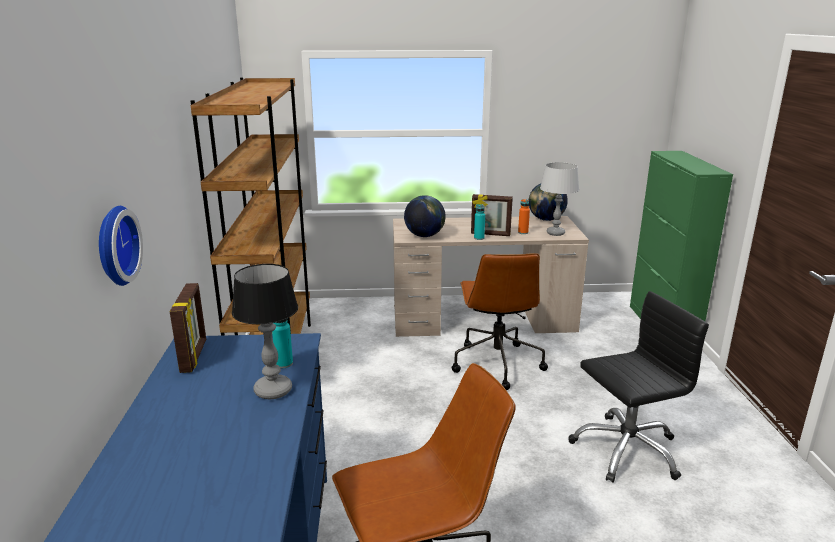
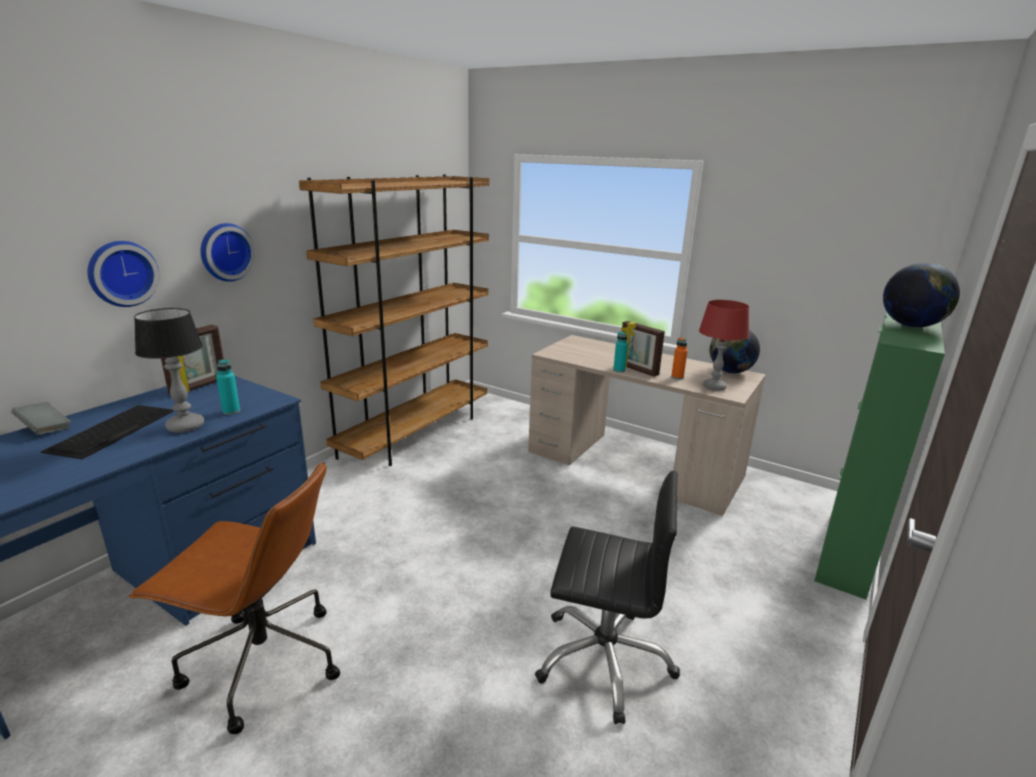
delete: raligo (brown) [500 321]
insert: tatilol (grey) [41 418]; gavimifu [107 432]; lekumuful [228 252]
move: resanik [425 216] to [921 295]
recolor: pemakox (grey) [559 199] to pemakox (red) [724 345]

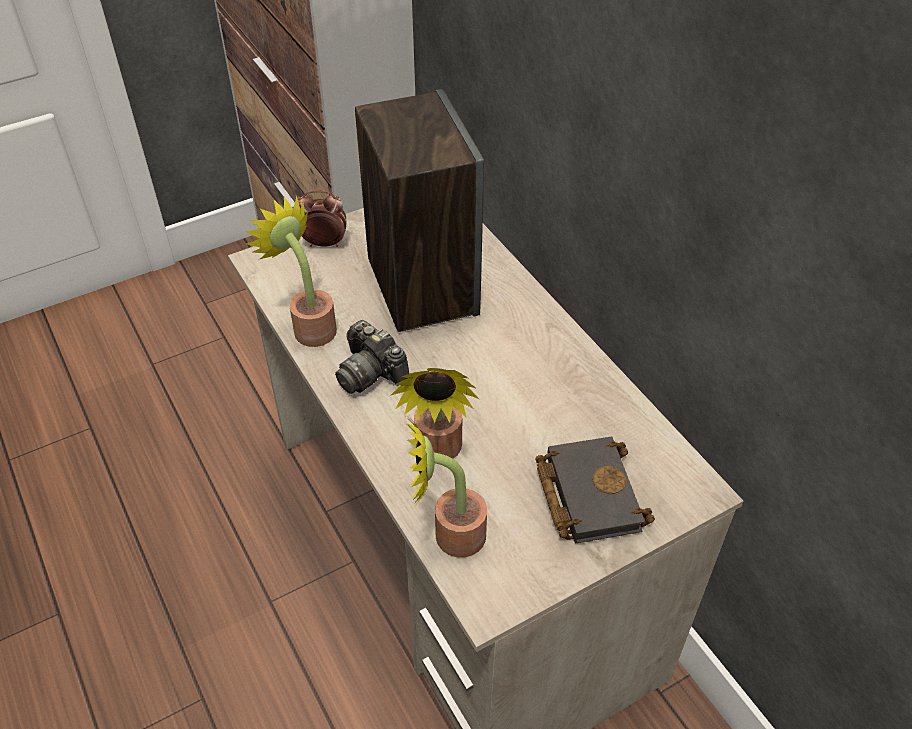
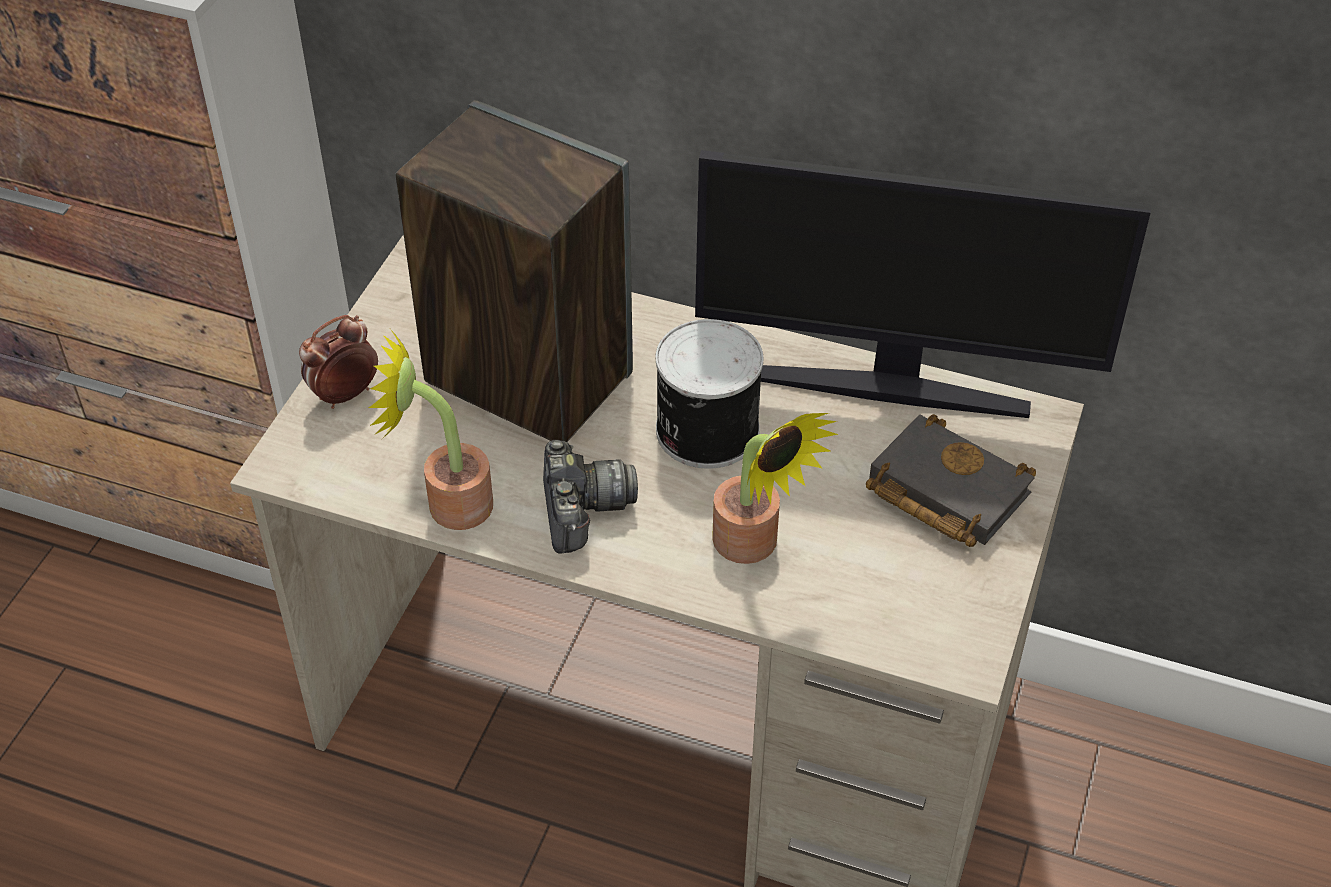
delete: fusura [446 487]
insert: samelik [709 394]; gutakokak [923 284]
rotate: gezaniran [372 357] = [590 497] 105 degrees counterclockwise

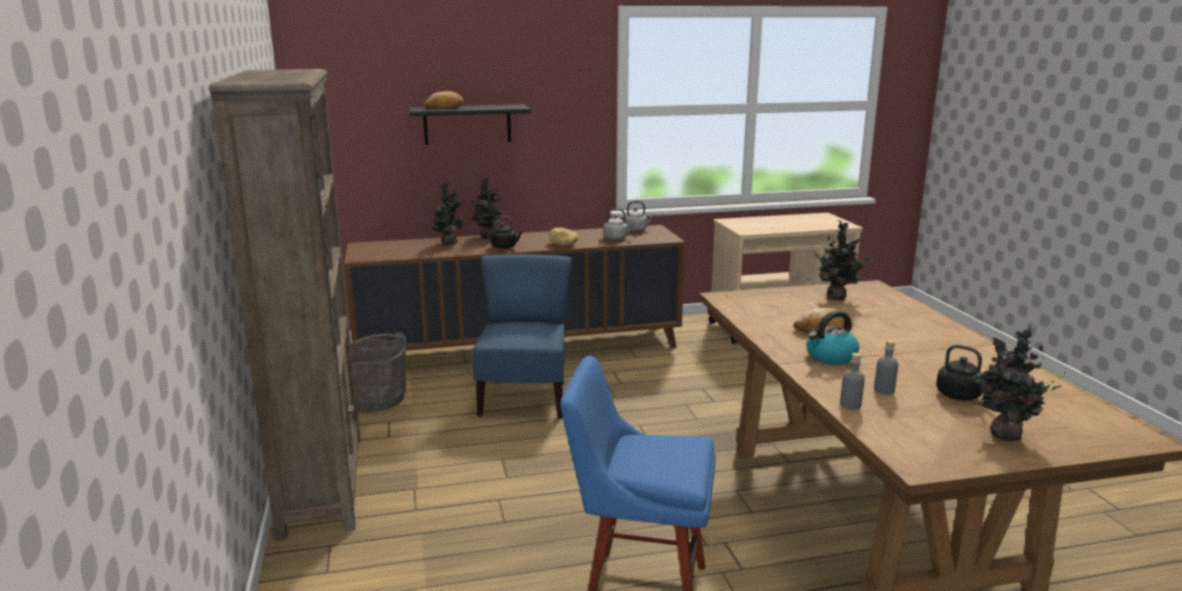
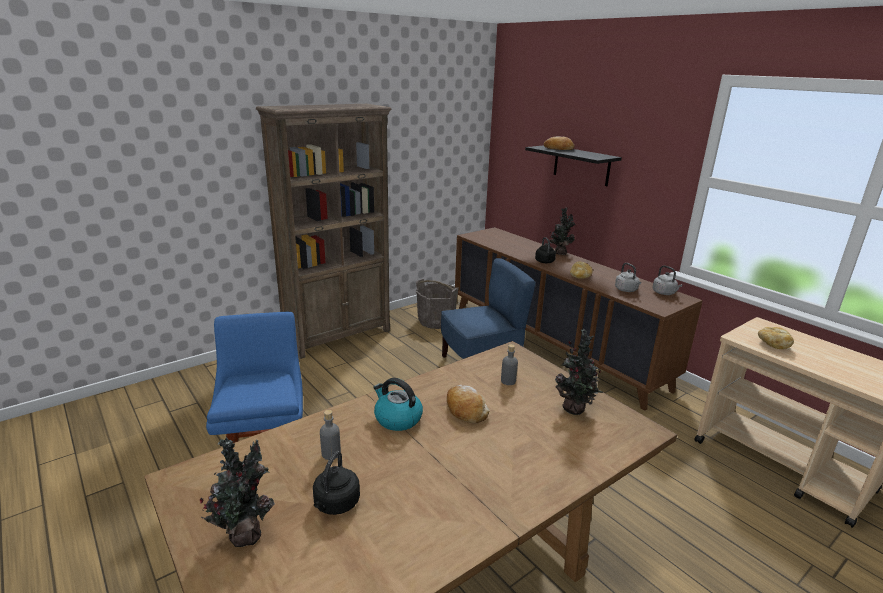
delete: fusura [447 213]
insert: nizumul [776 338]
move: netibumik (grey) [852 381] to [509 364]

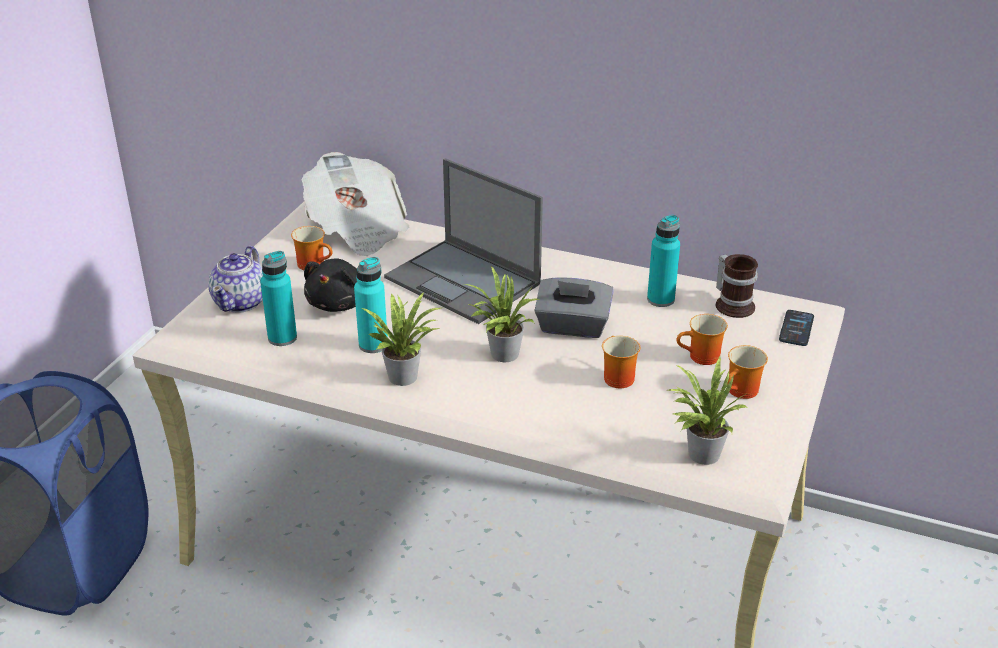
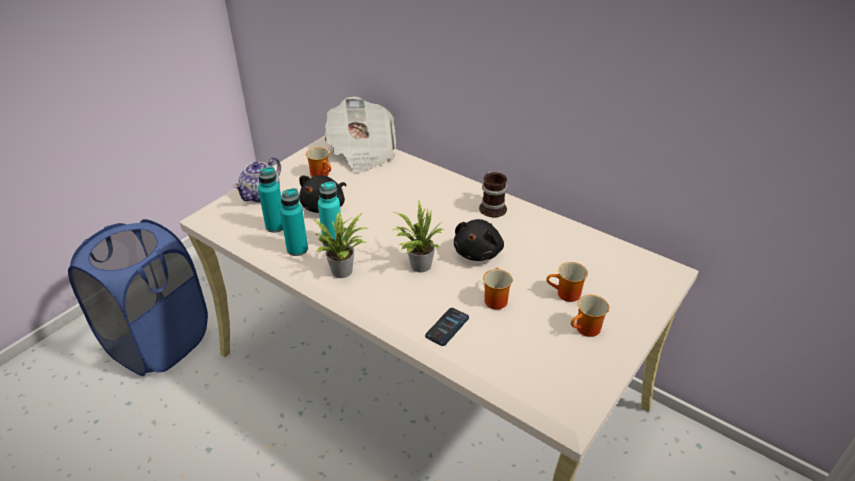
delete: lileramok [463 241]; fusura [708 410]
move: netibumik (turquoise) [663 261] to [294 222]; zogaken [737 286] to [493 194]; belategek [796 328] to [447 327]
replace: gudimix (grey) [574 308] to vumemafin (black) [479 240]

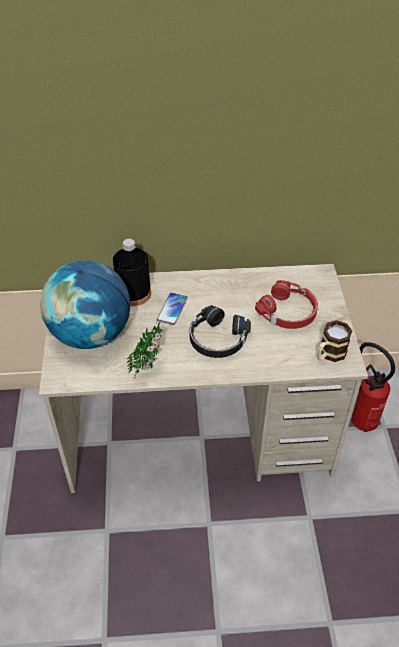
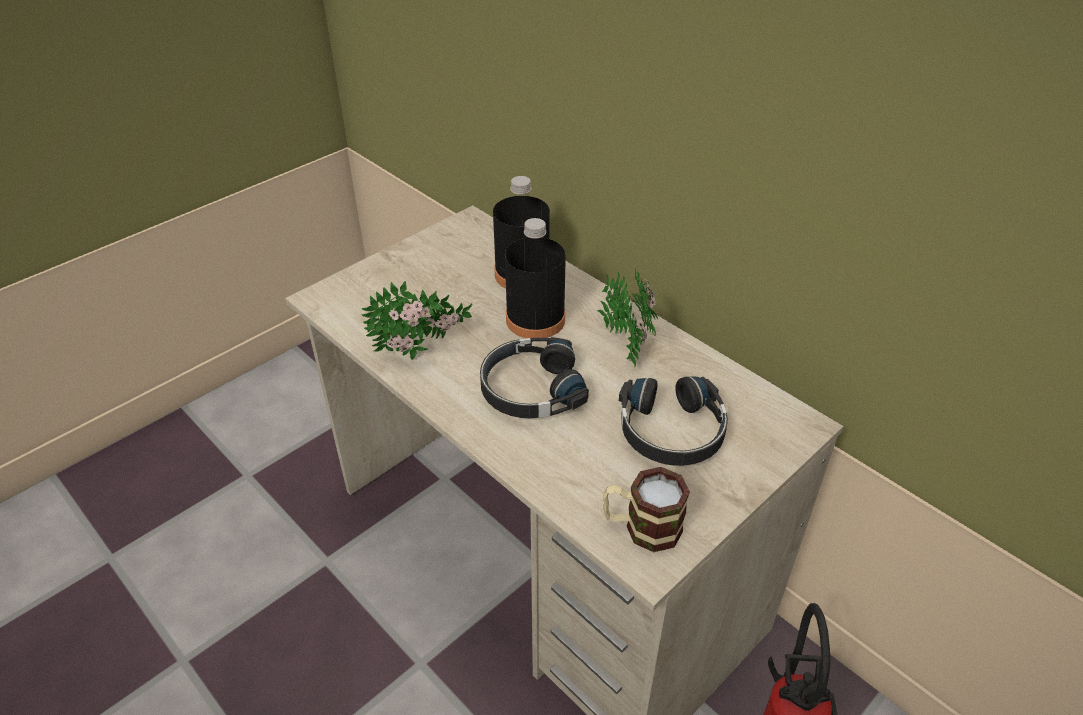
delete: resanik [85 304]
insert: fusura [627 317]
replace: belategek [172 309] to netibumik (black) [535 278]
recolor: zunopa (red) [286 304] to zunopa (black) [673 421]

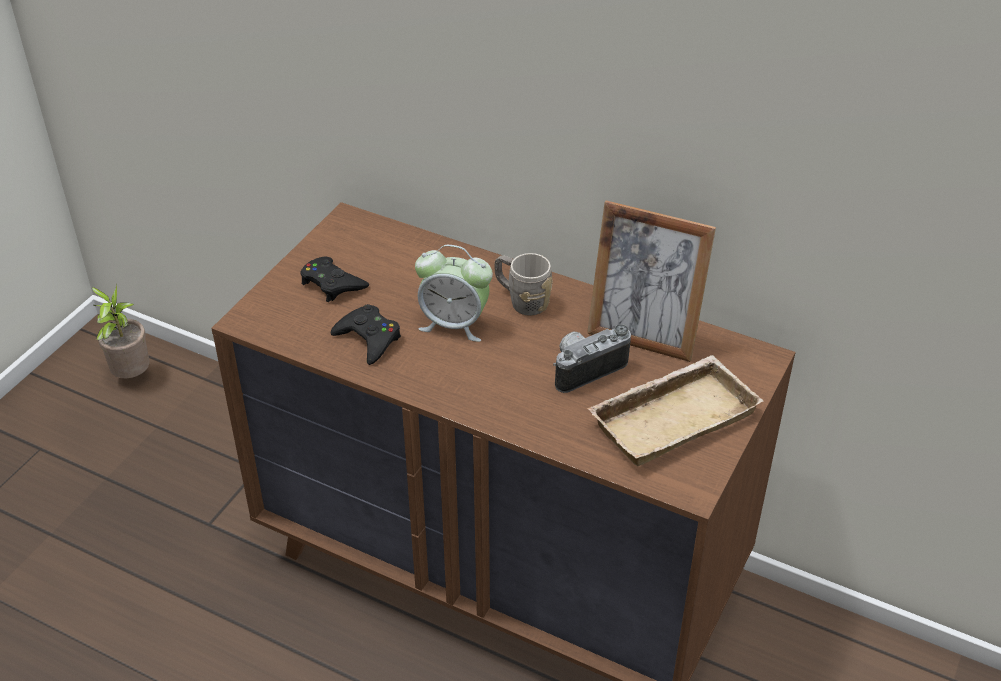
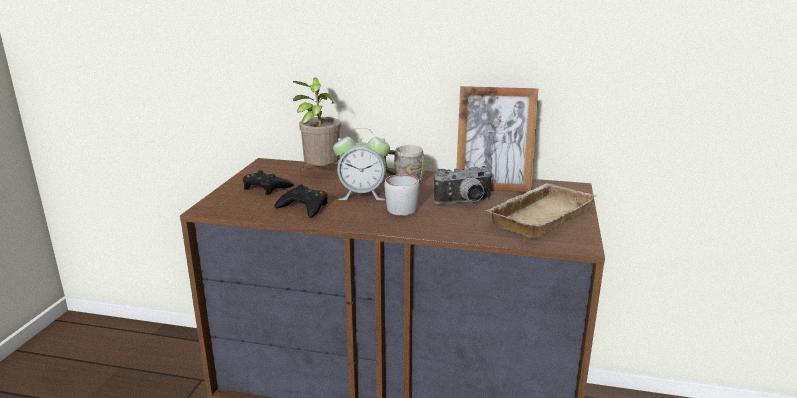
insert: zogaken (grey) [402 195]
move: fusura [121 331] to [317 123]
rotate: gezaniran [592 358] = [463 185] 150 degrees counterclockwise

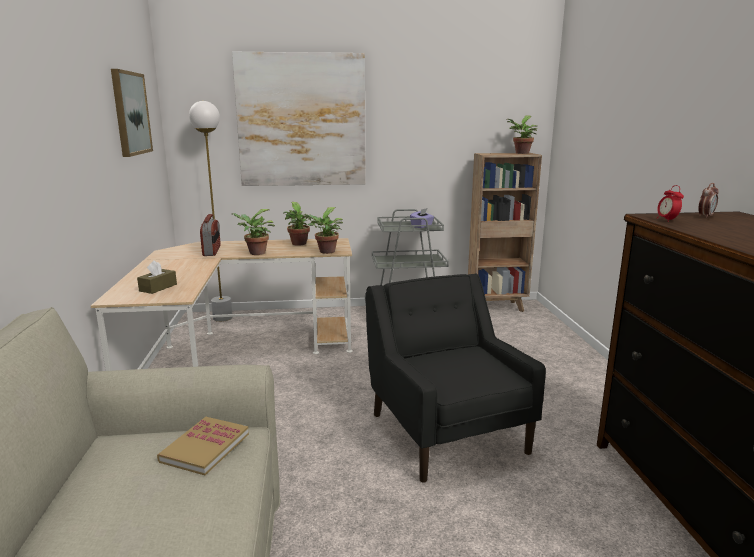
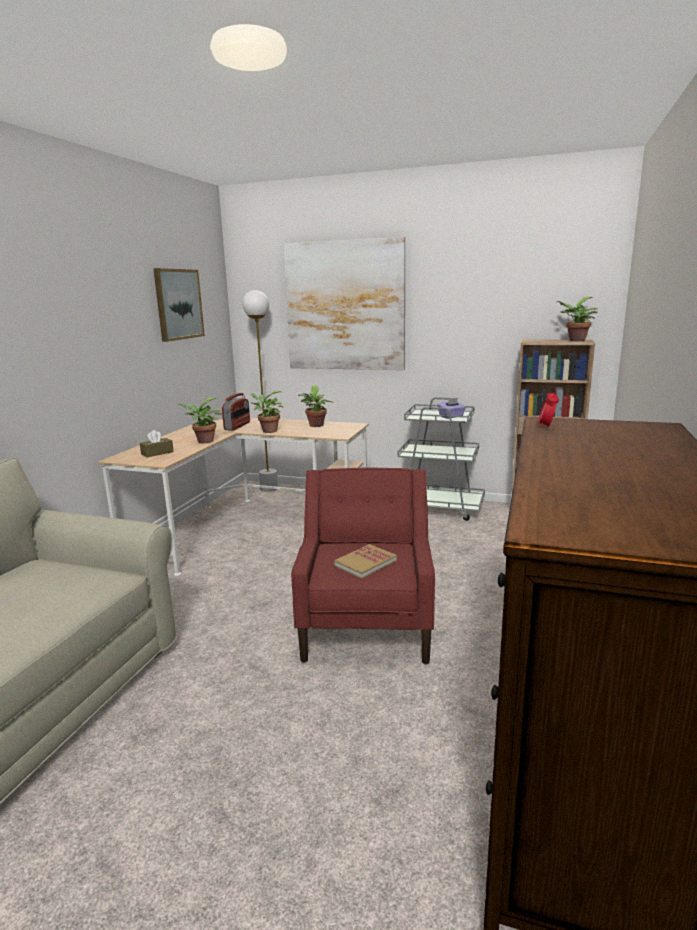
delete: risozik [708 200]
move: tatilol [203 446] to [365 561]; fusura [323 230] to [201 420]
recolor: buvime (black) [455 378] to buvime (red) [363 565]

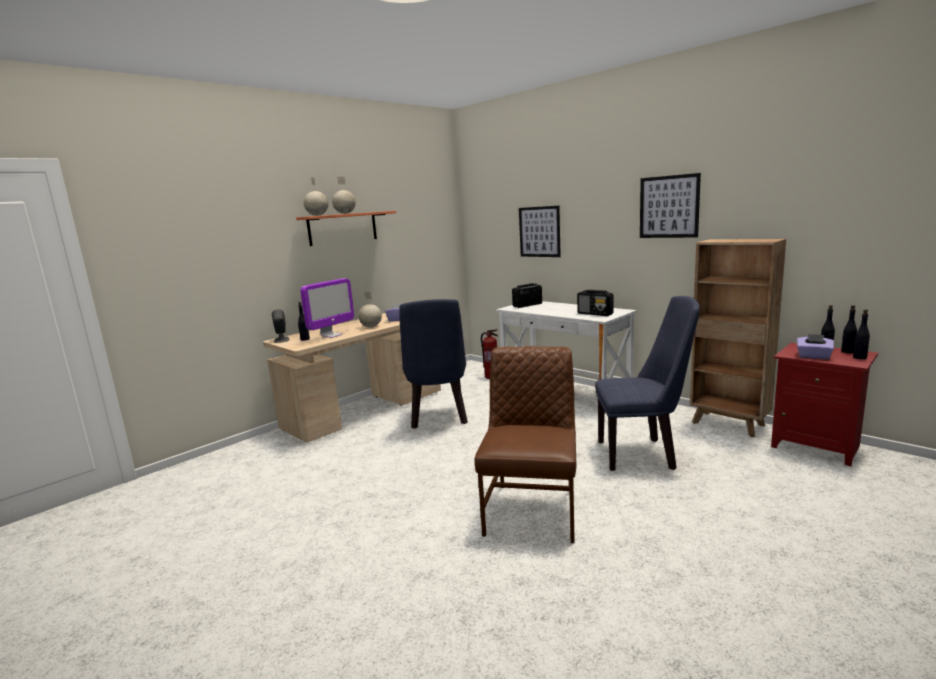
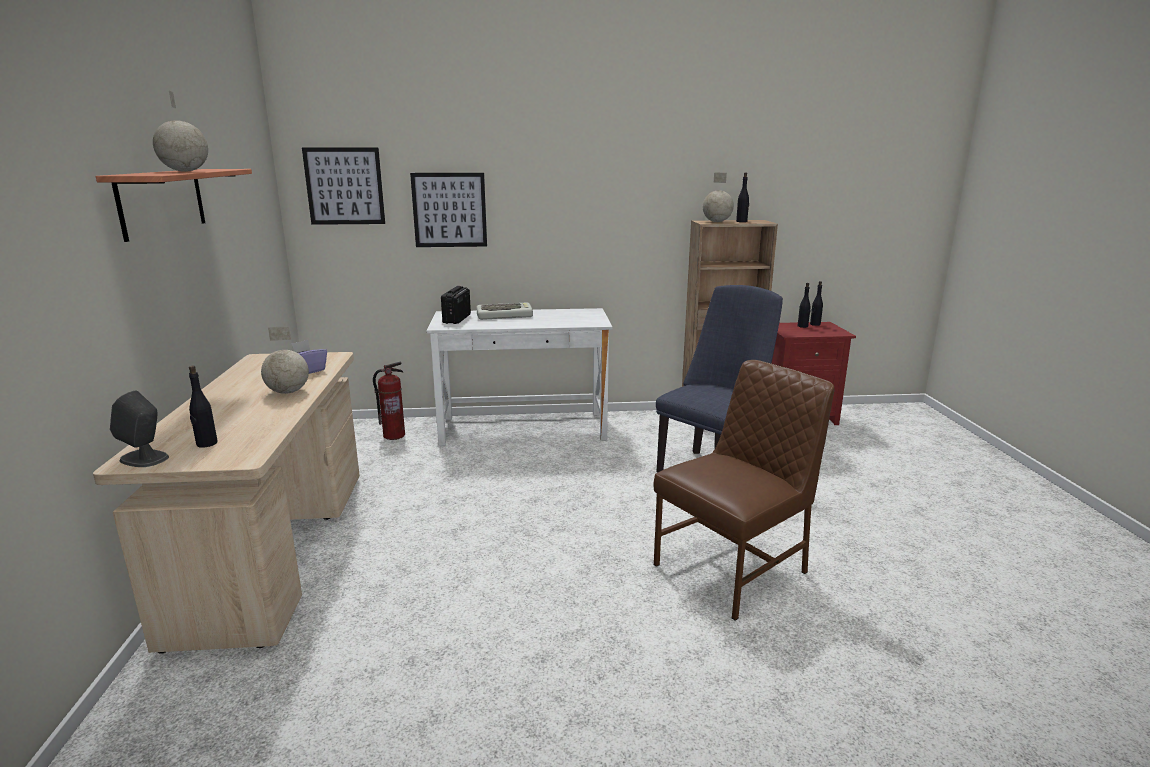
delete: gutakokak [327 308]; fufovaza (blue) [433 364]; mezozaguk [595 303]; gudimix (purple) [815 346]
insert: gavimifu [504 311]
move: resanik [316 196] to [718 197]; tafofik [670 205] to [343 186]; netibumik (black) [861 334] to [742 197]
rotate: fufovaza (brown) [525 444] = [744 490] 90 degrees clockwise

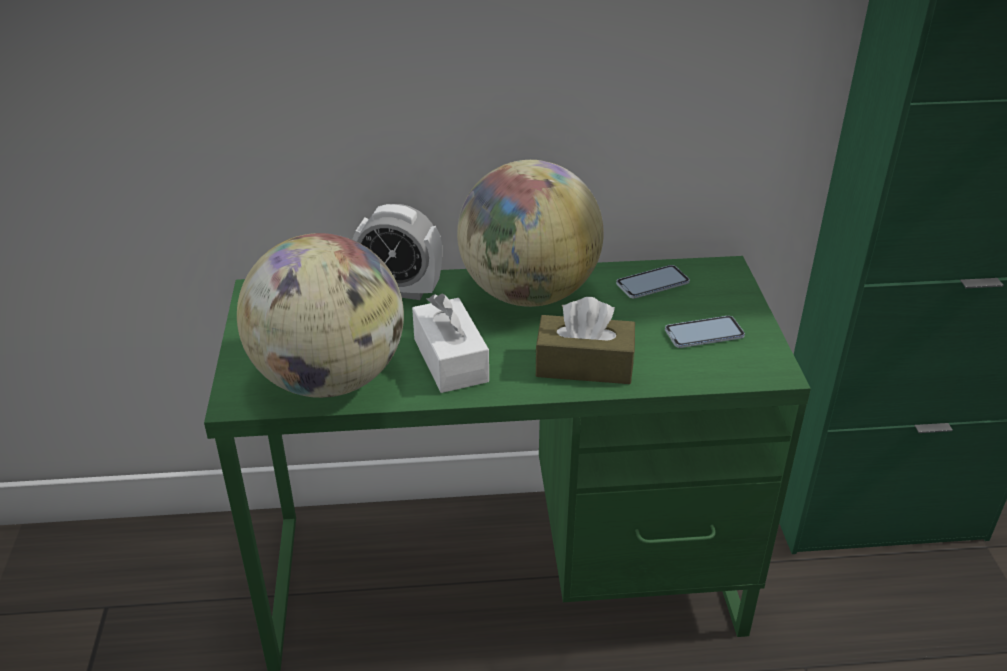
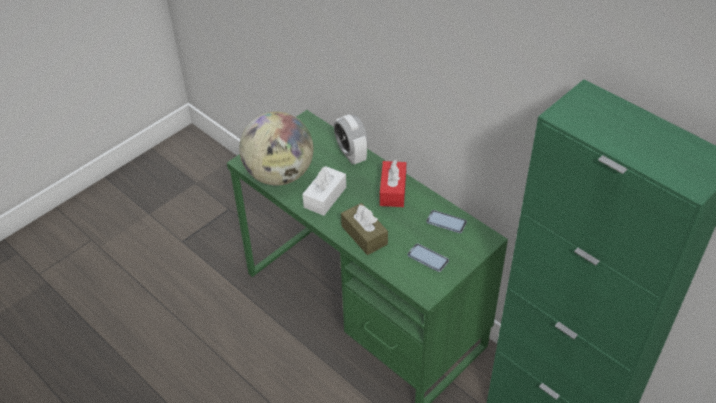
replace: resanik [530 233] to gudimix (red) [393 183]

